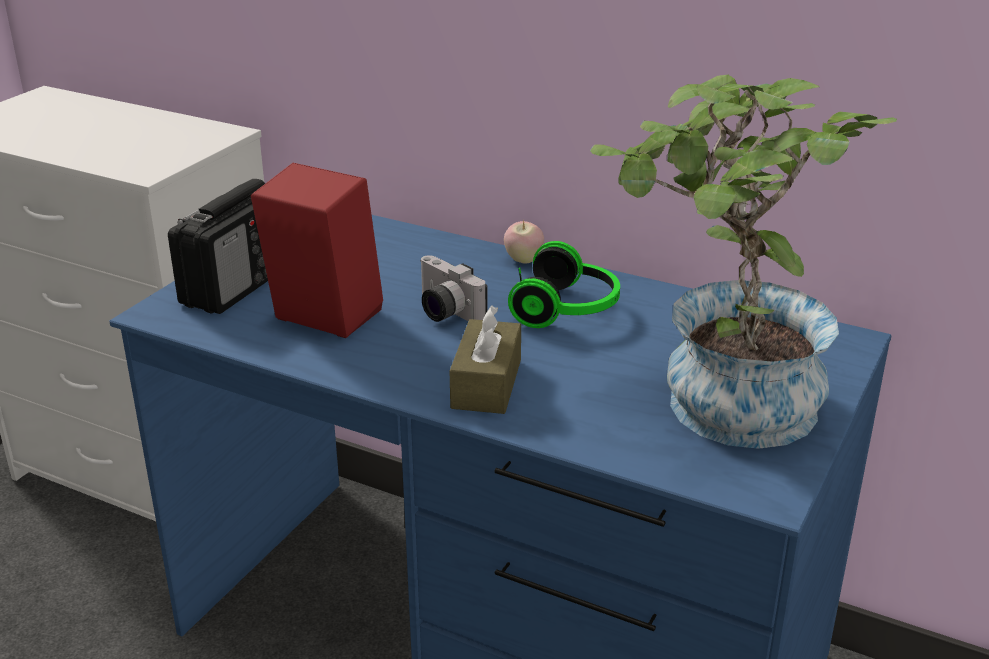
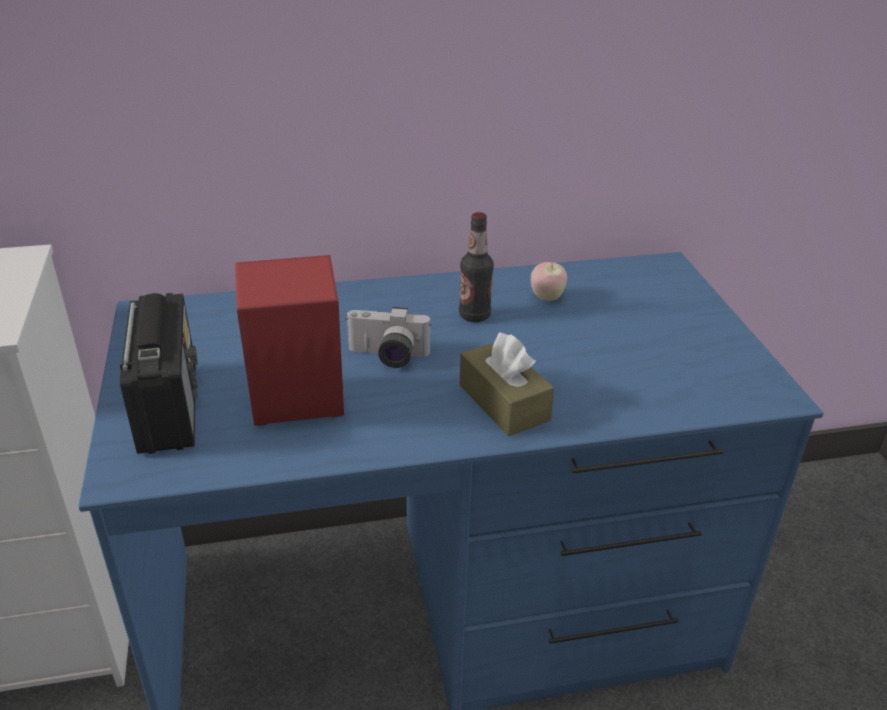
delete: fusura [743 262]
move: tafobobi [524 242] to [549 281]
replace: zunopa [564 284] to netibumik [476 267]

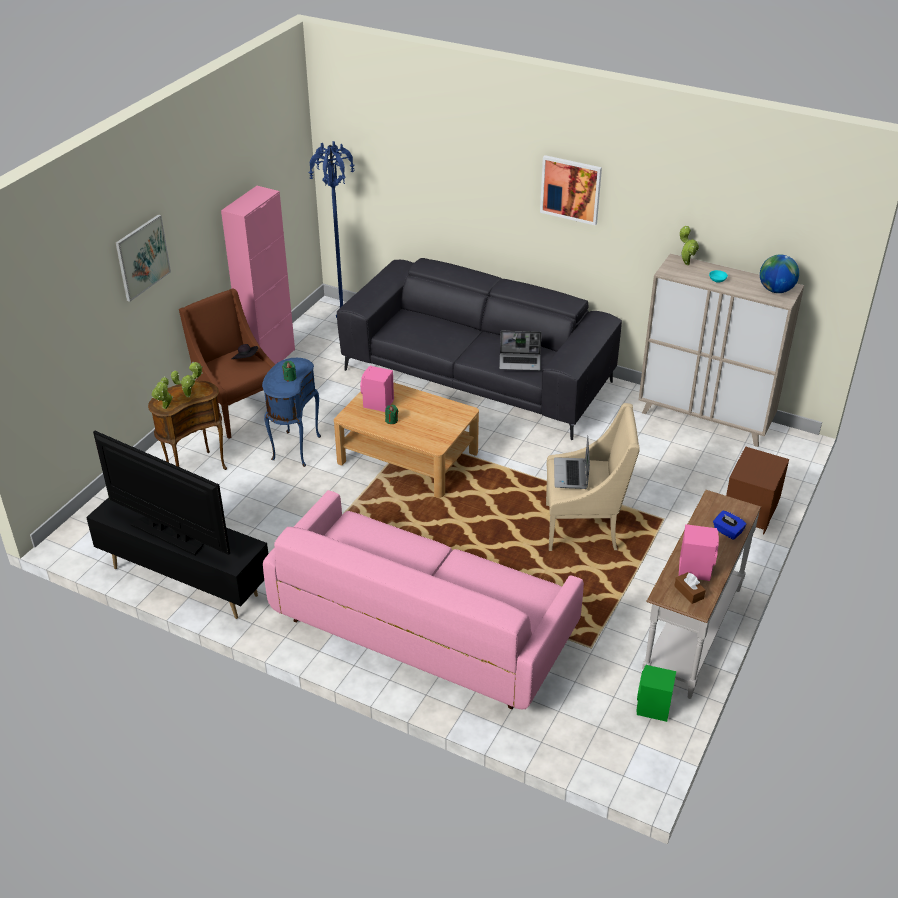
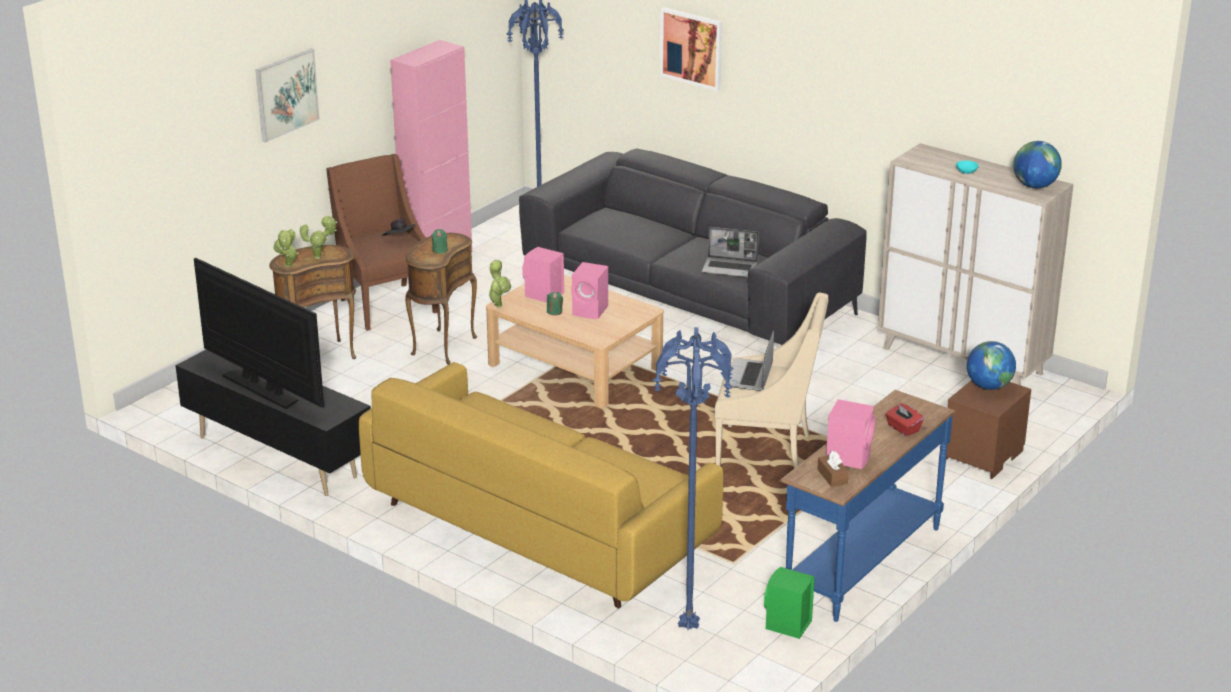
insert: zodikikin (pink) [589 290]; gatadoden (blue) [693 478]; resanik [991 365]
move: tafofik [571 190] to [691 49]; fusura [689 245] to [499 284]
recolor: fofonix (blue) [291 412] to fofonix (brown) [441 298]; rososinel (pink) [423 599] to rososinel (yellow) [541 485]; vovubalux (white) [701 594] to vovubalux (blue) [867 506]; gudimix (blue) [729 525] to gudimix (red) [904 419]

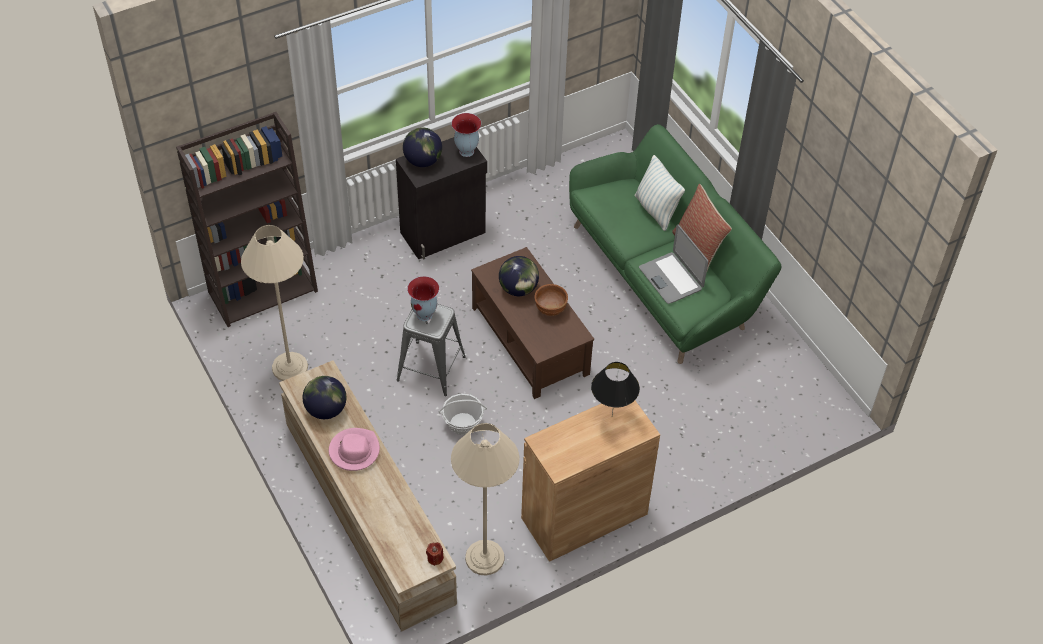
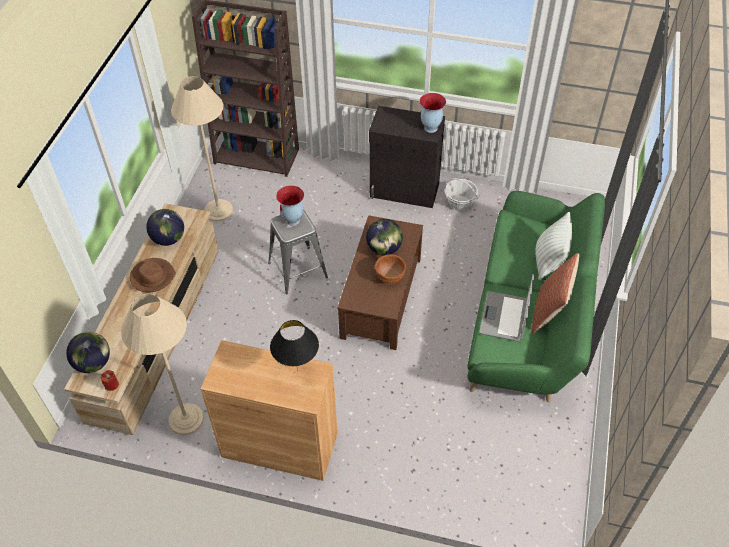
move: resanik [422 147] to [88 352]; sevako [463 414] to [461 194]
recolor: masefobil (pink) [354 449] to masefobil (brown) [153 275]

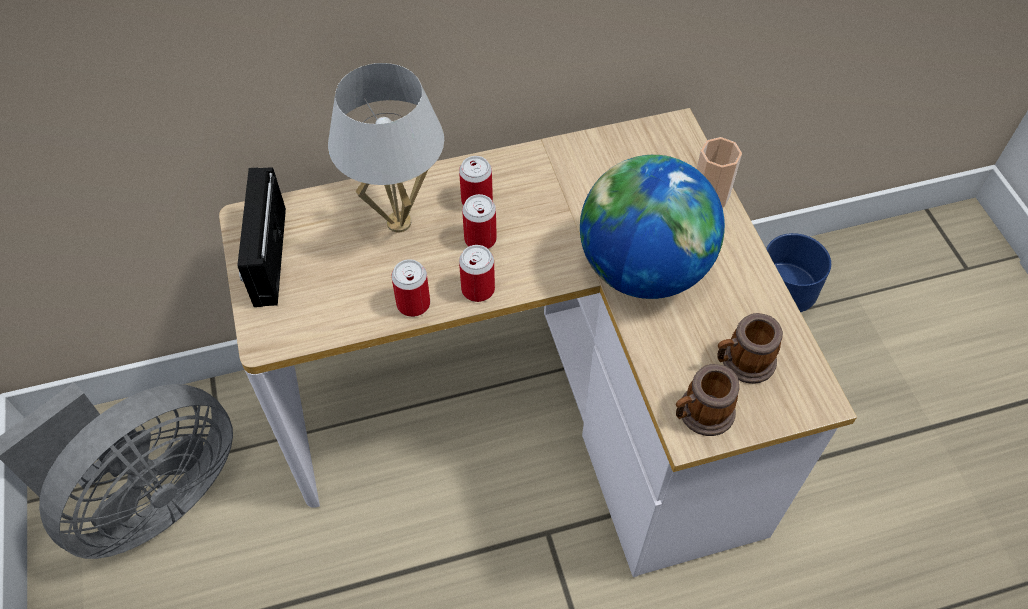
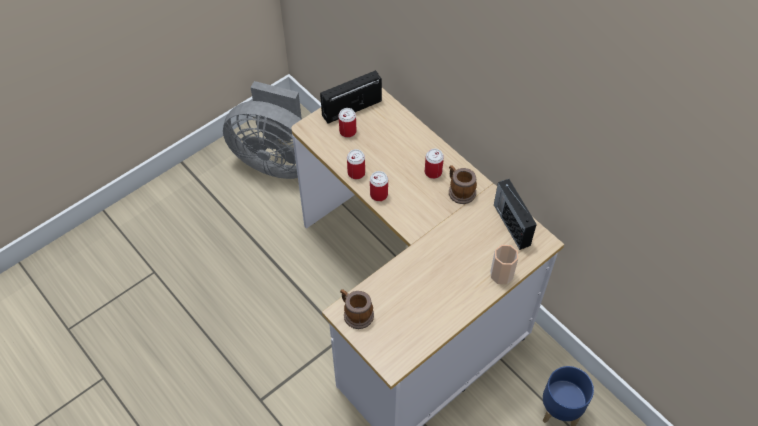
delete: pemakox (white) [386 147]; resanik [652 227]
insert: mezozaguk [515 214]
move: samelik [479 221] to [347 123]; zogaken [750 348] to [463 184]

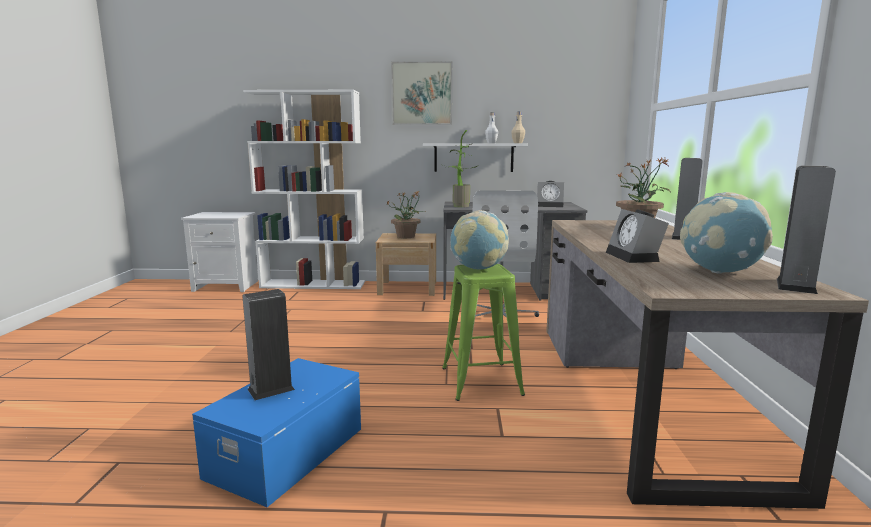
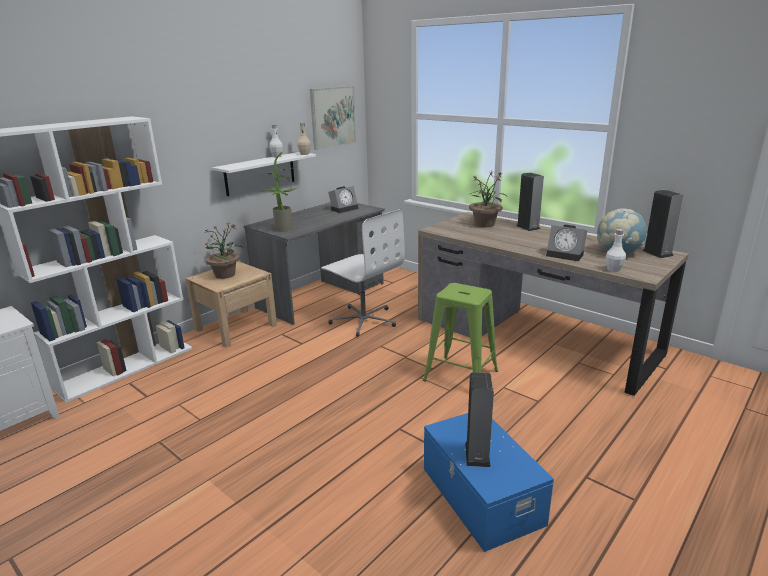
delete: resanik [479 240]
insert: netibumik (white) [616 250]
move: tafofik [421 93] to [333 118]

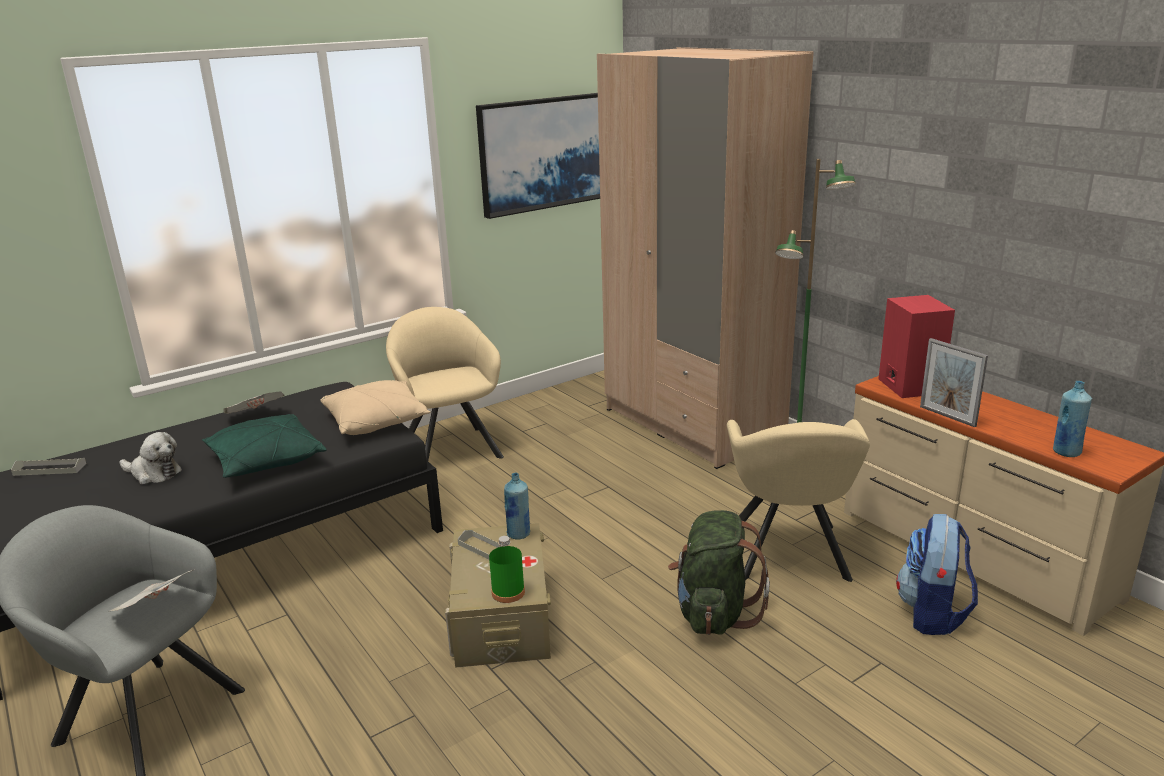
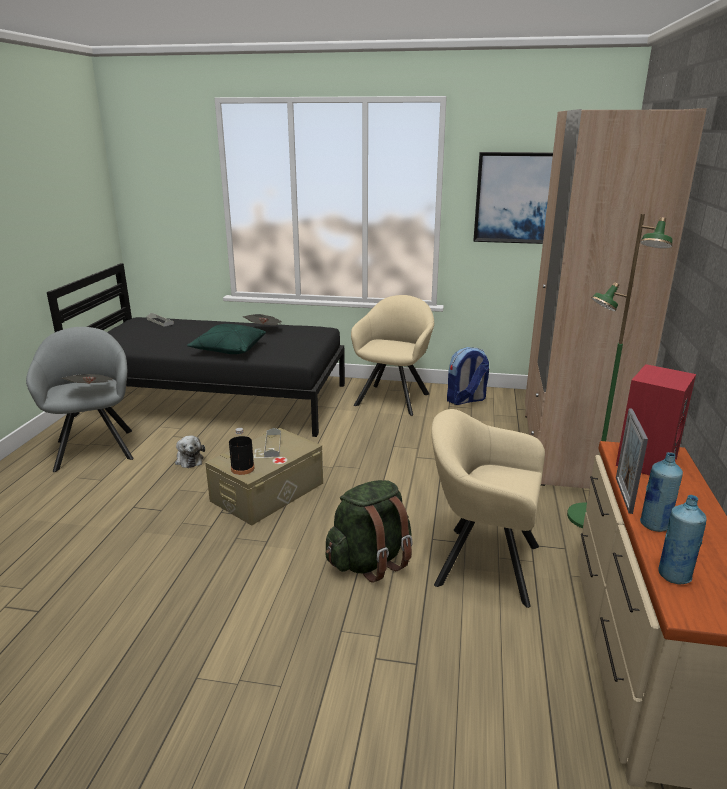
delete: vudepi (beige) [375 407]
move: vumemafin [150 458] to [190 451]; netibumik (blue) [517 506] to [661 492]; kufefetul [937 574] to [468 376]
recolor: netibumik (green) [507 569] to netibumik (black) [241 451]
rotate: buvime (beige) [798 500] = [488 508] 60 degrees clockwise

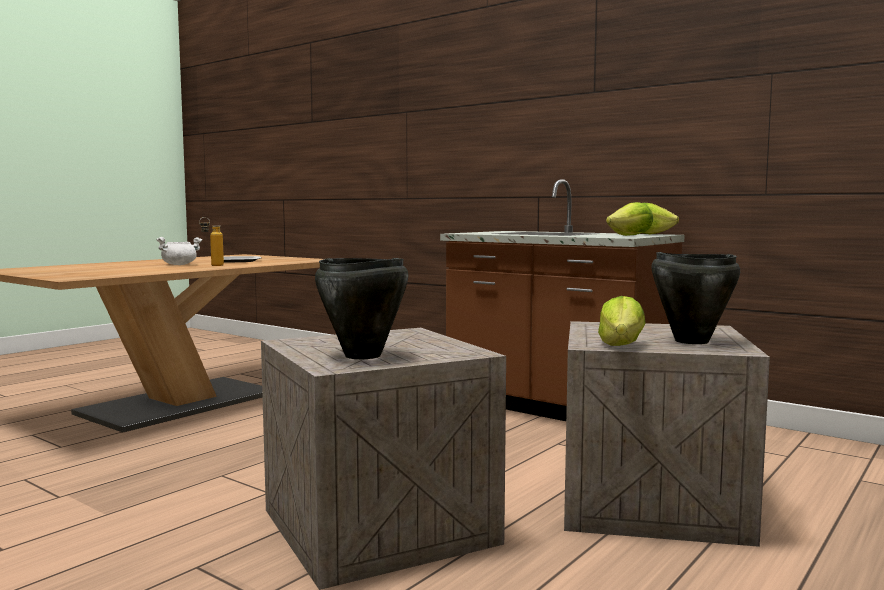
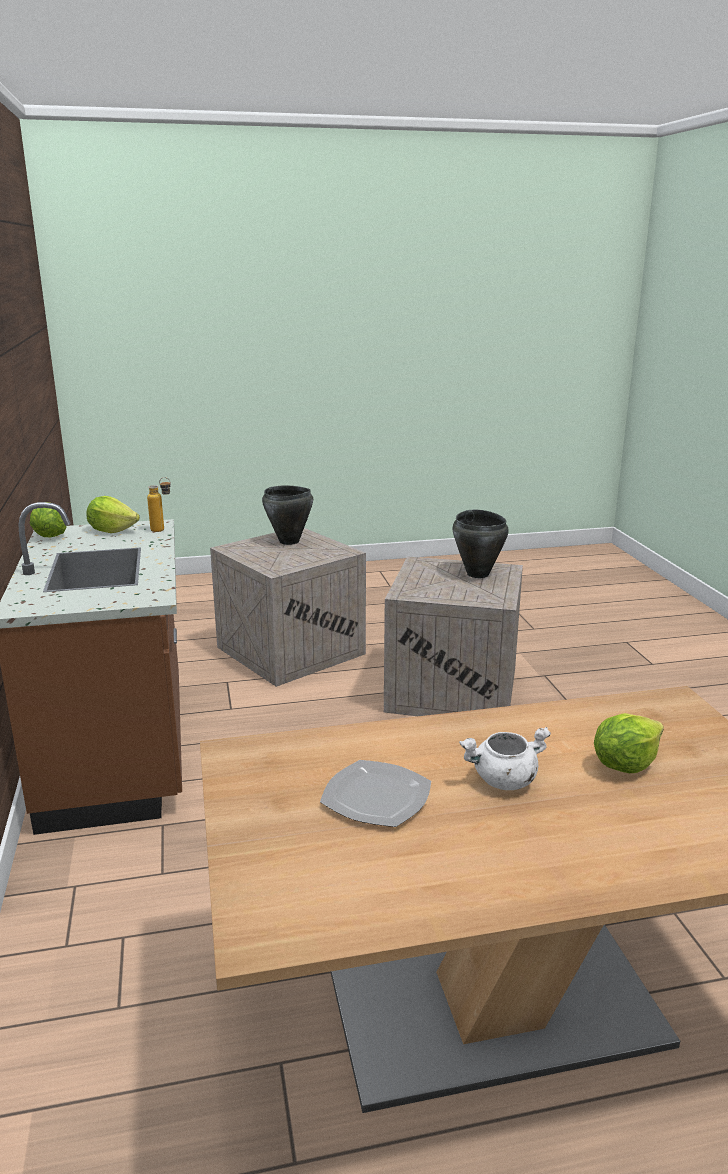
move: netibumik [211 241] to [159 504]; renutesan [621 321] to [629 743]

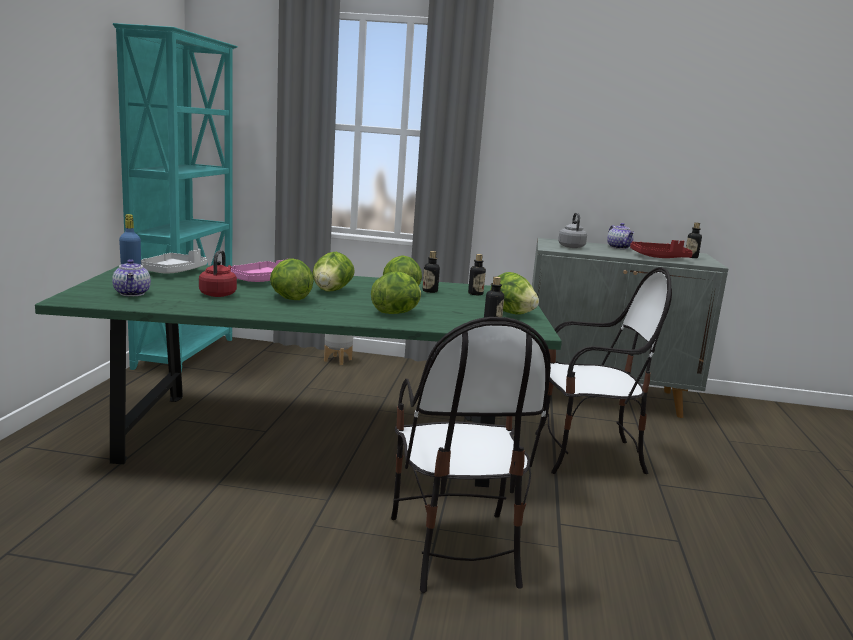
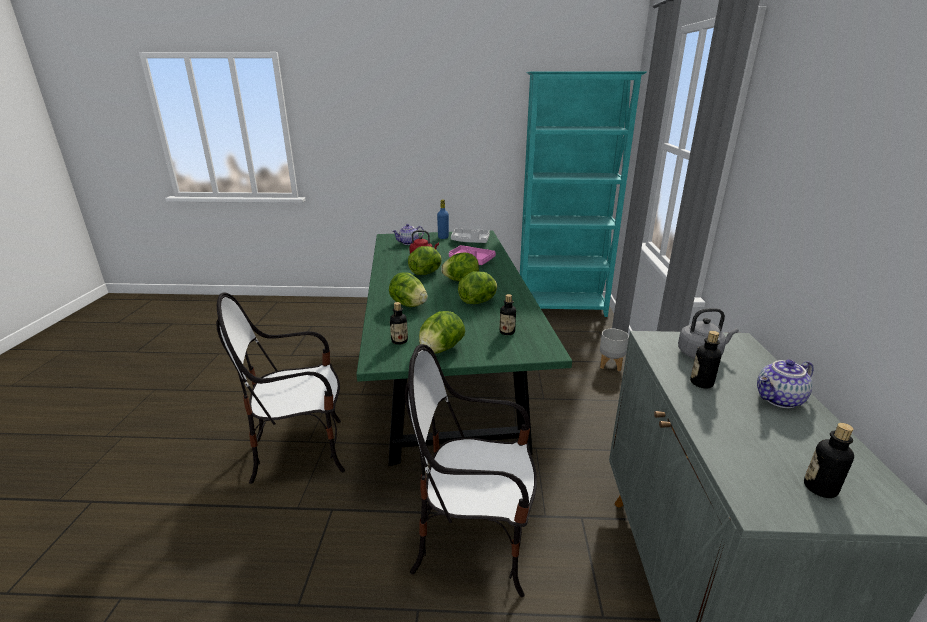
delete: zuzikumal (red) [661 249]
move: netibumik [431 272] to [706 359]
rotate: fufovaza [603 370] = [471 470] 105 degrees clockwise

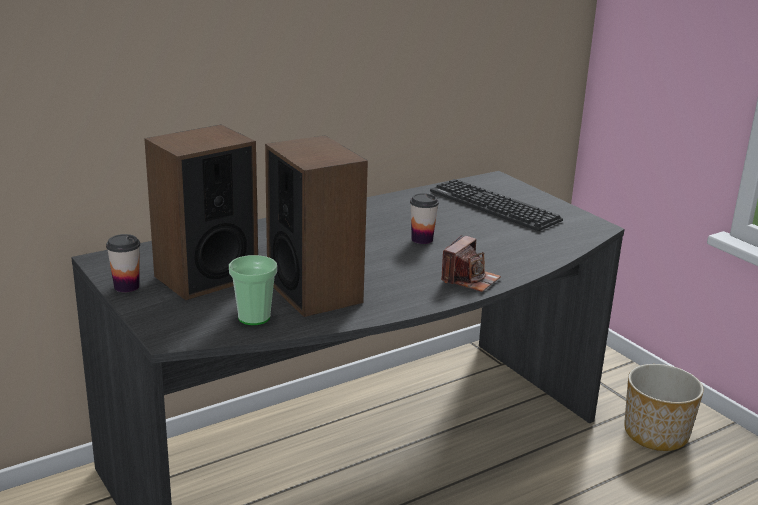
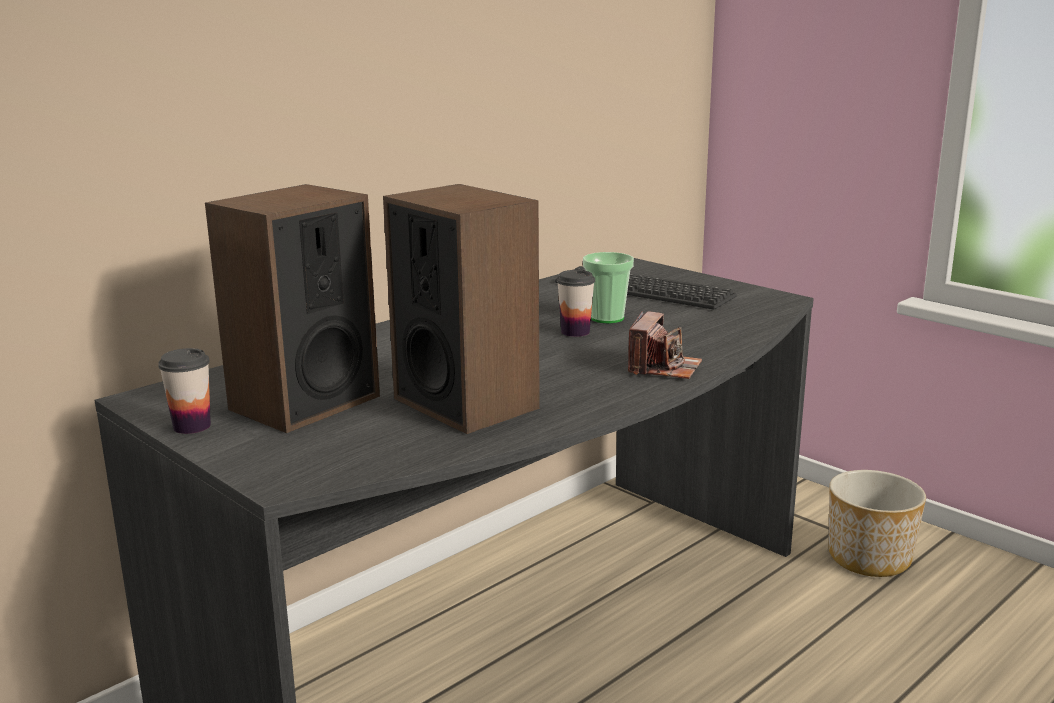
move: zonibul [253 290] to [608 287]

